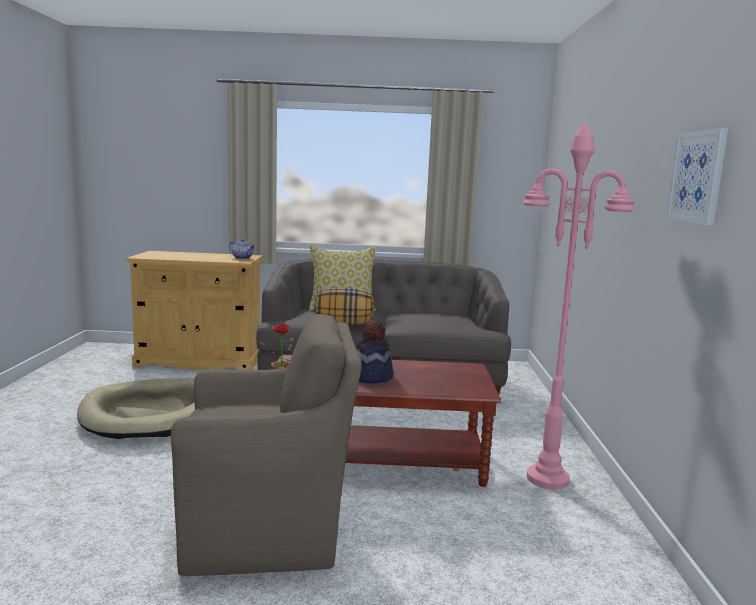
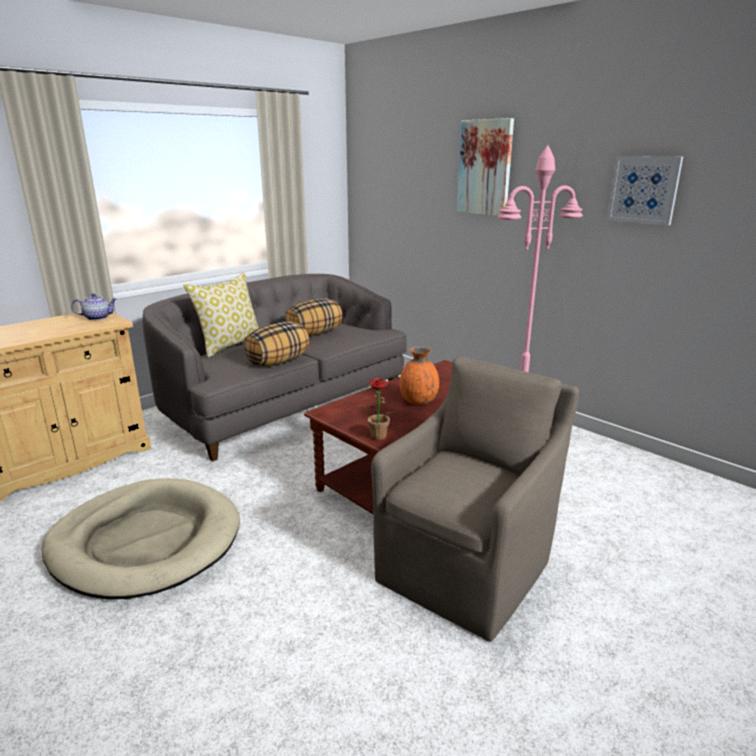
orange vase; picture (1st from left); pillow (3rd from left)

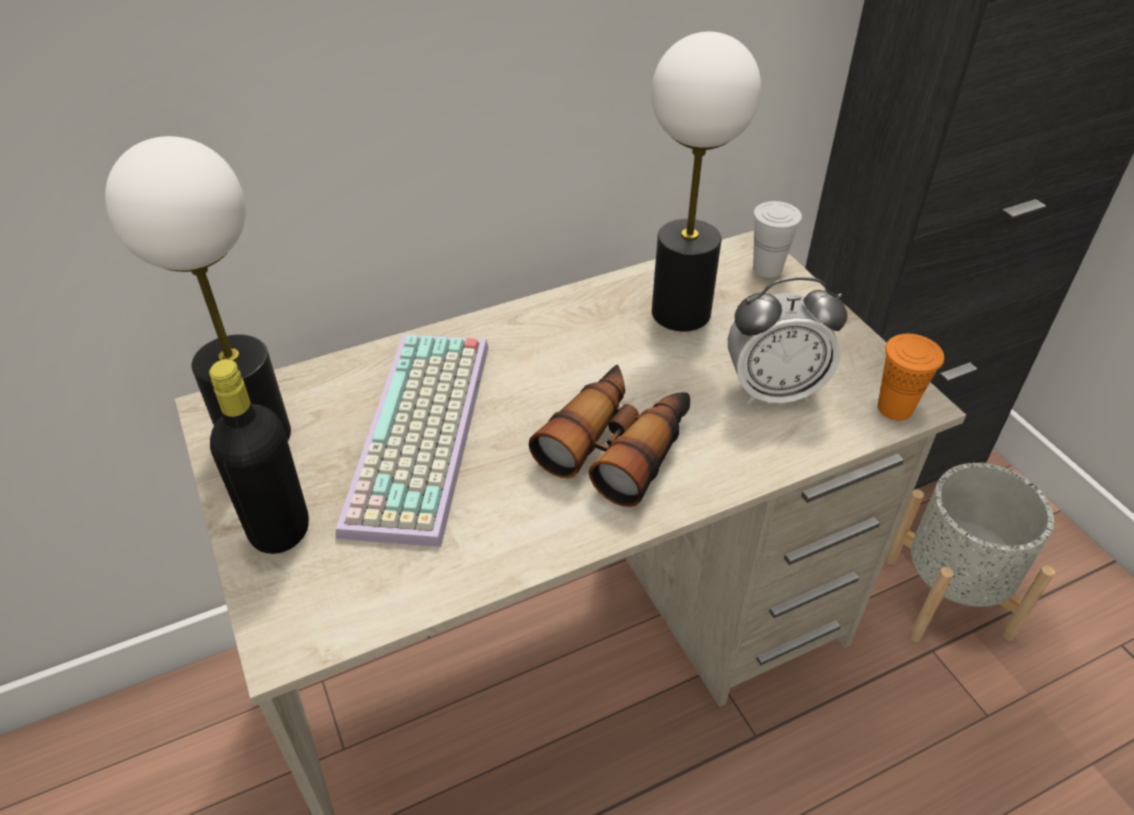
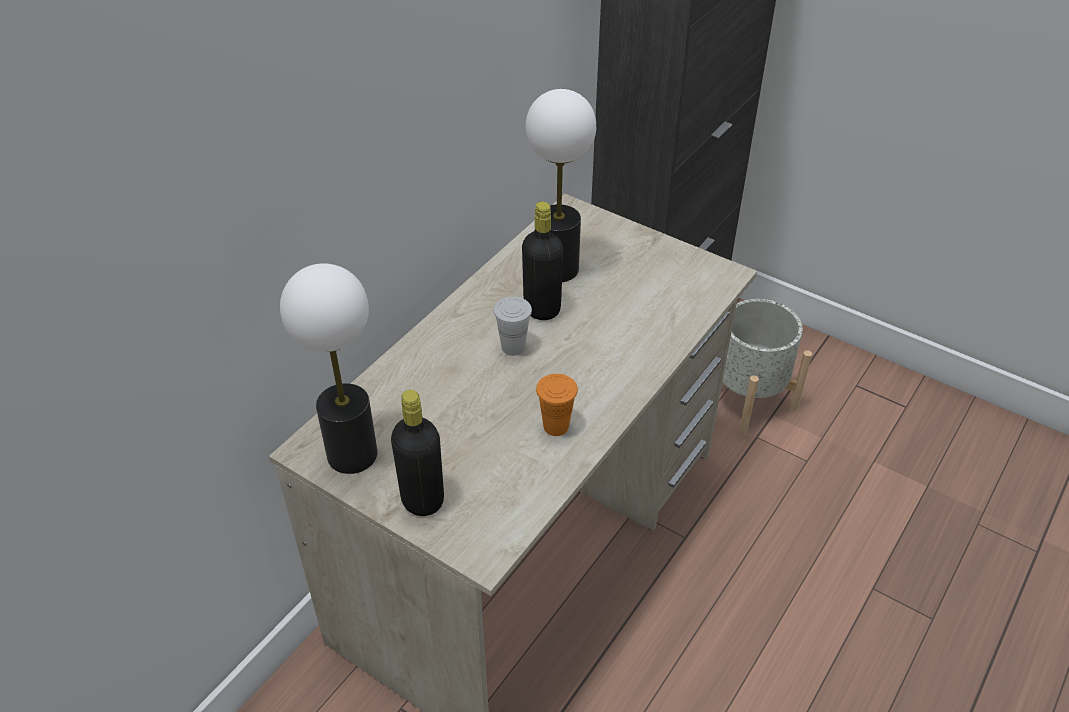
white cup; alarm clock; keyboard; orange cup; binoculars; black bottle (2nd from left)

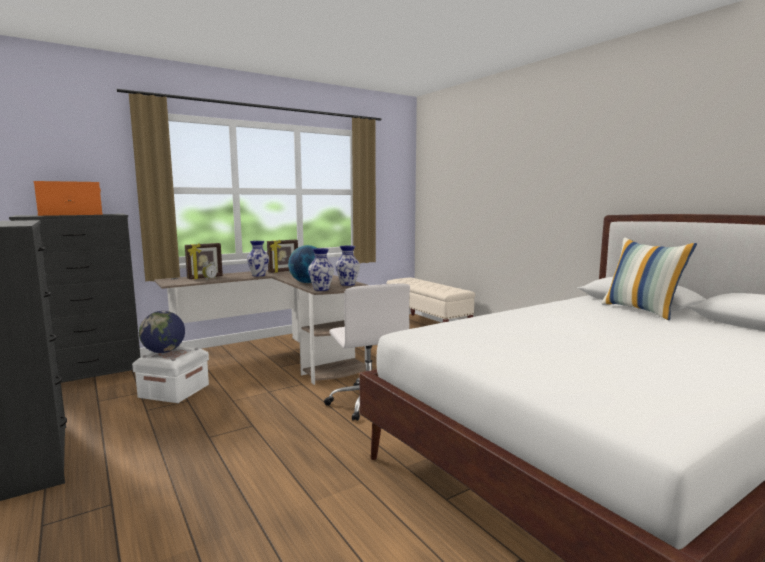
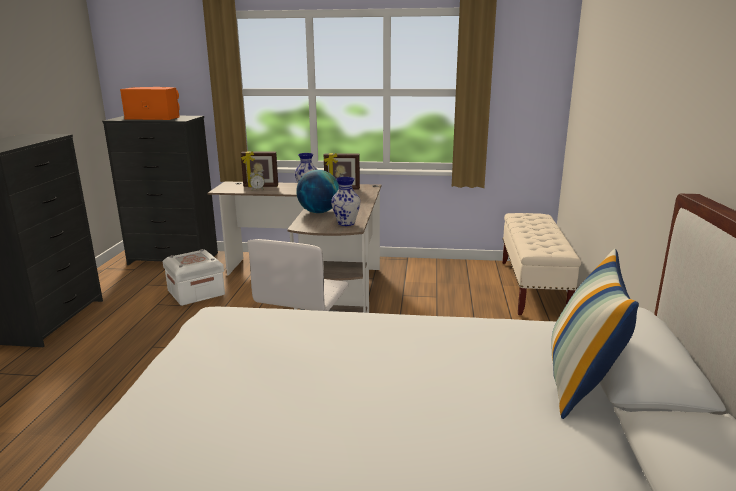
vase (2nd from left in the first image); globe (1st from left in the first image)

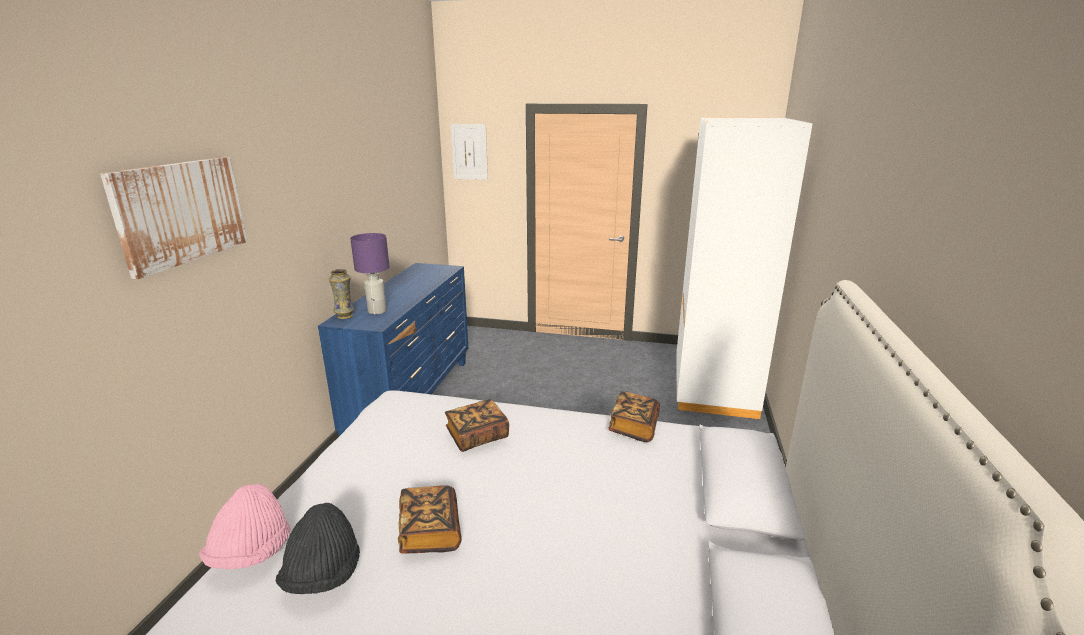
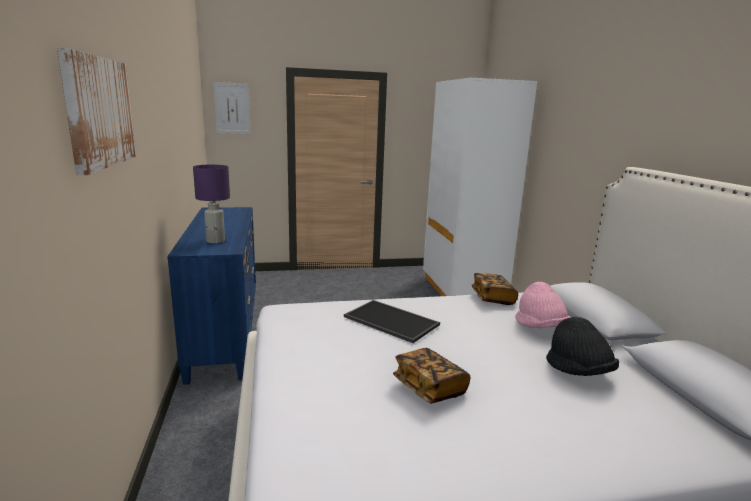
vase; tray; pink hat; black hat

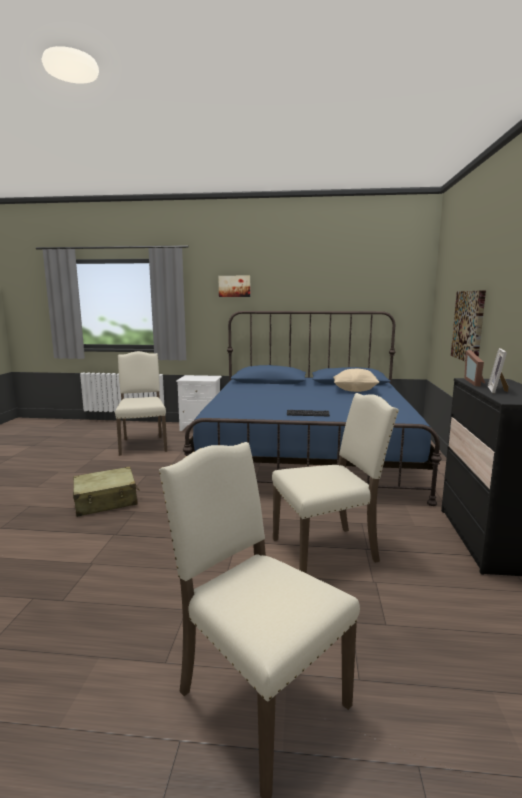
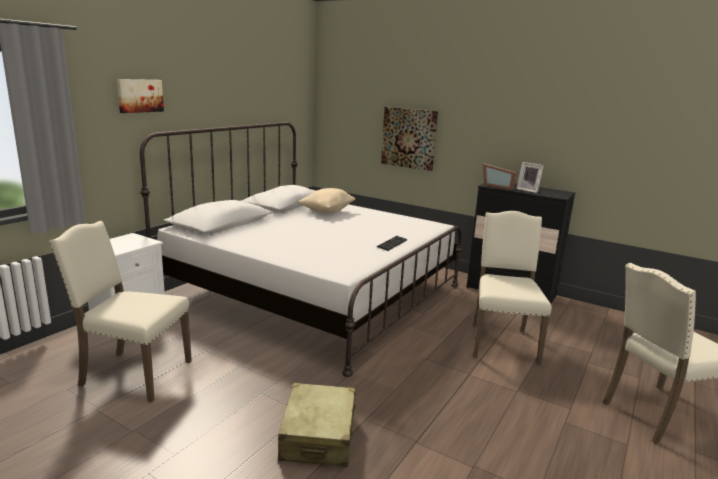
white bed

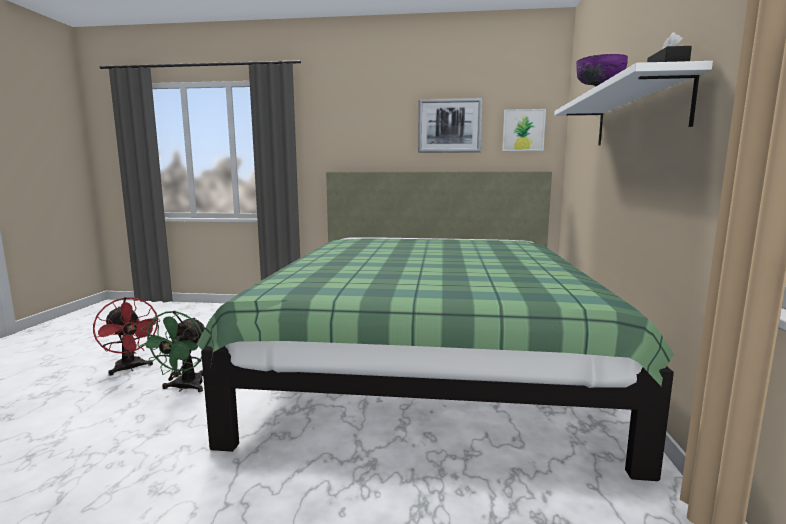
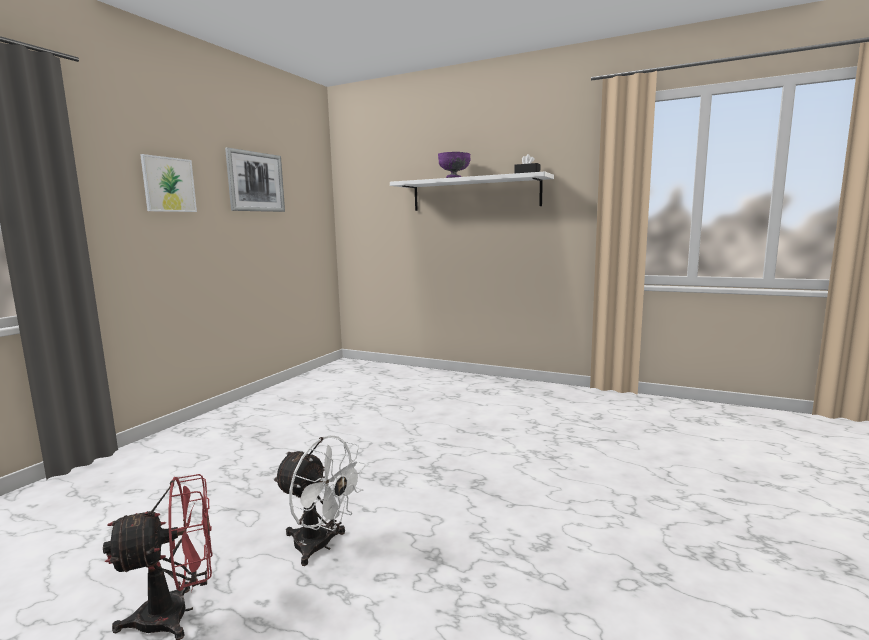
picture (1st from left); green bed; white fan

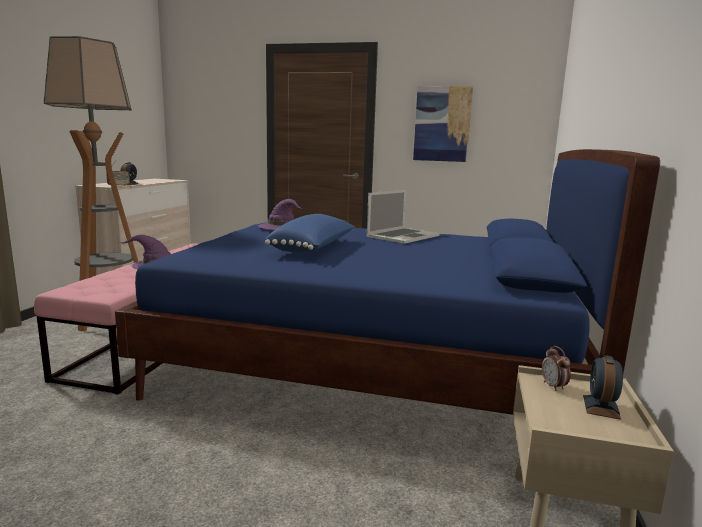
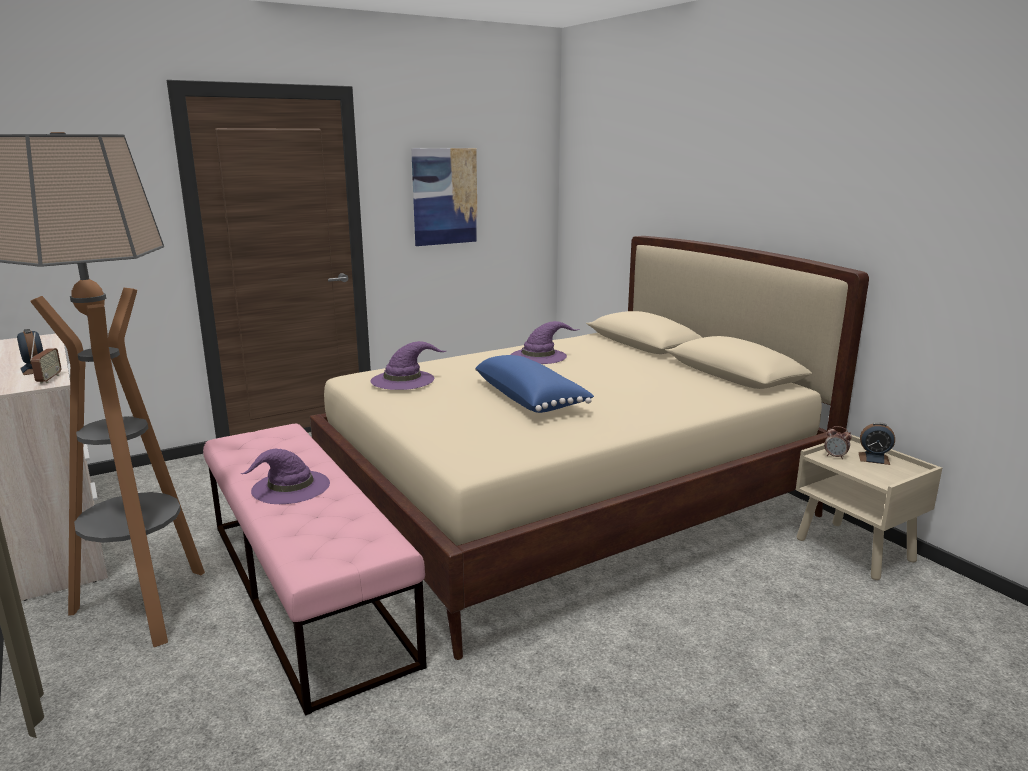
beige bed; purple hat (3rd from left); alarm clock (3rd from left)

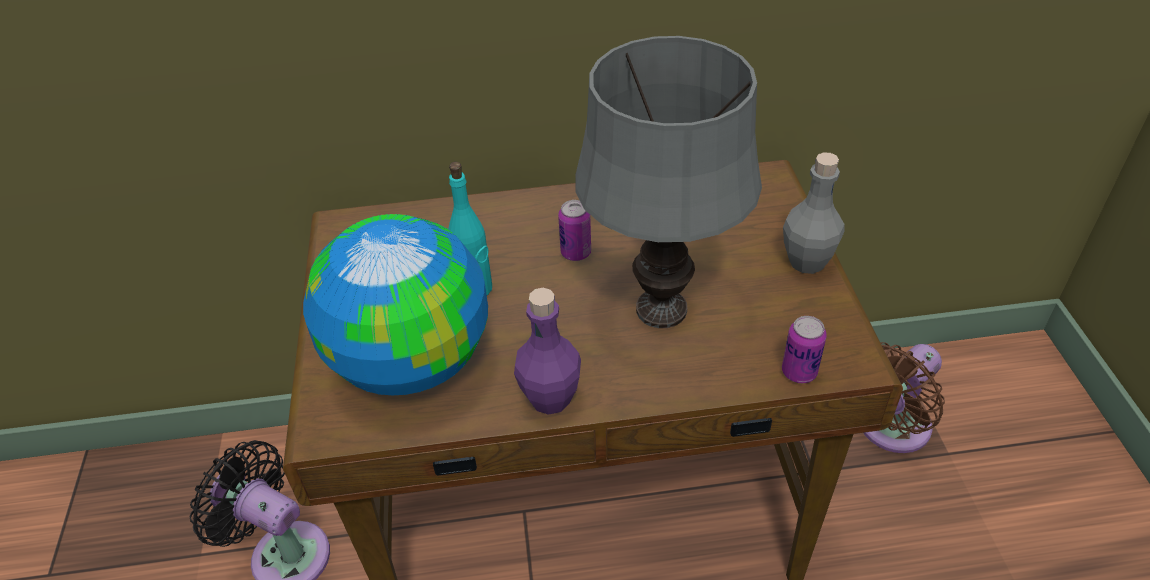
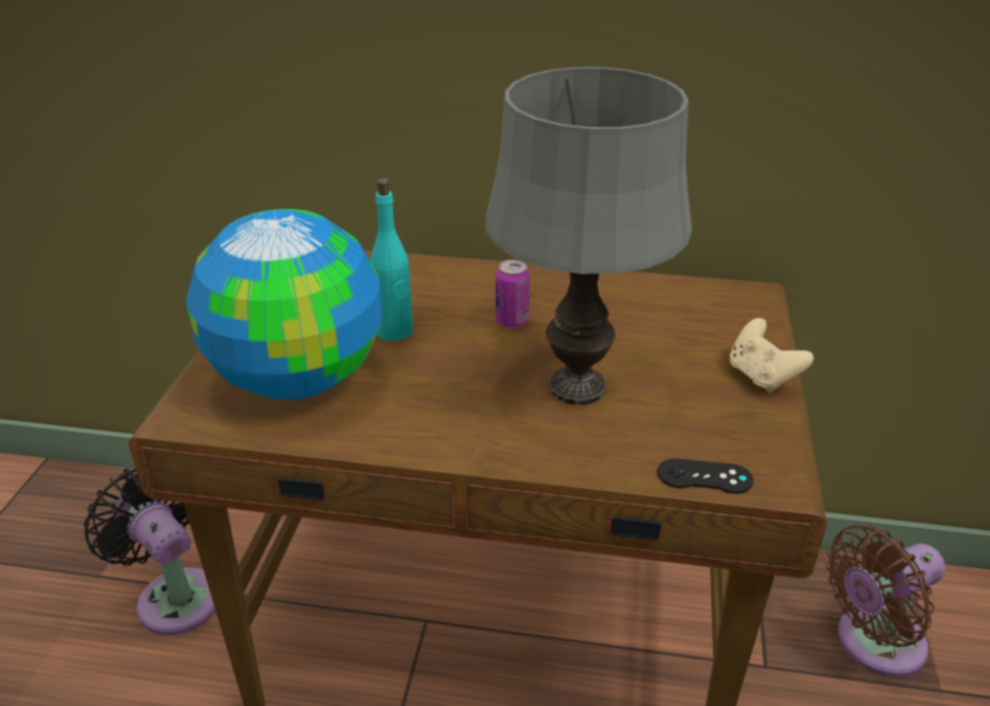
beige game controller; purple bottle; black game controller

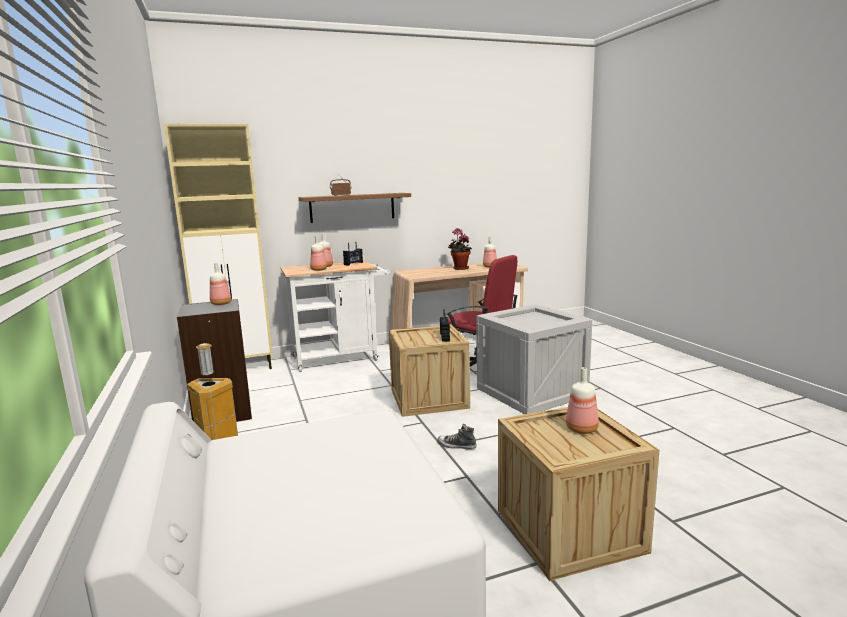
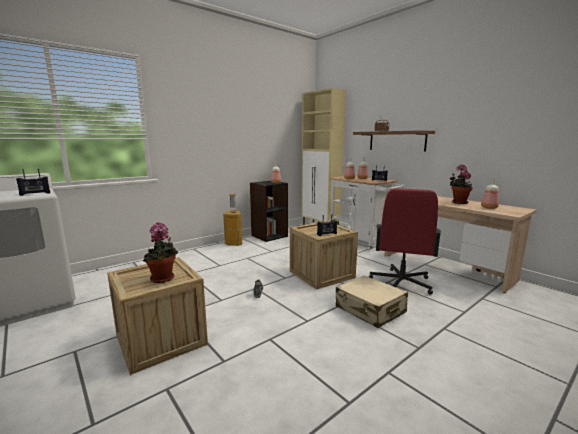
beige suitcase; potted plant (1st from left); radio (1st from left)

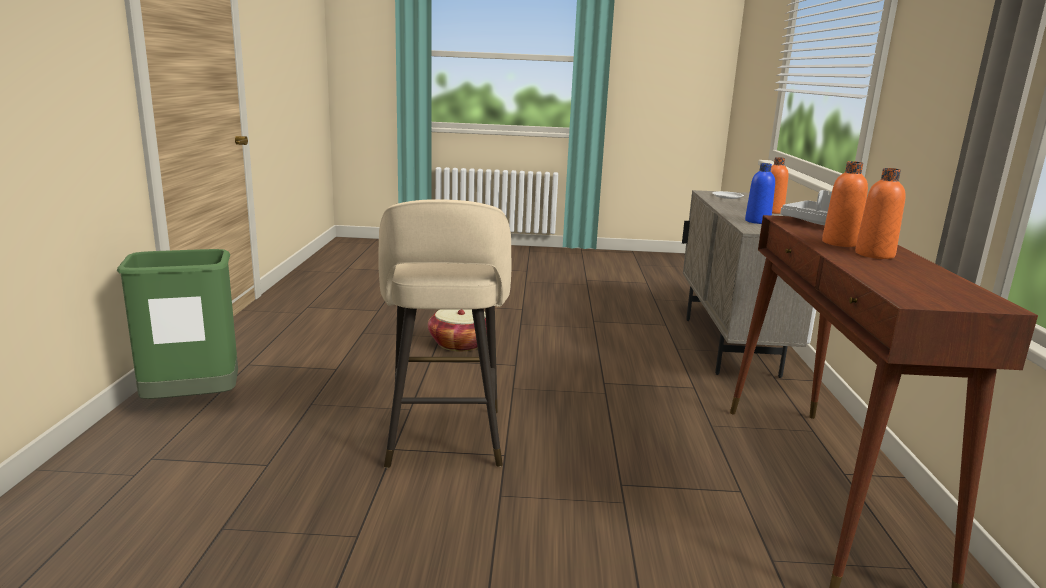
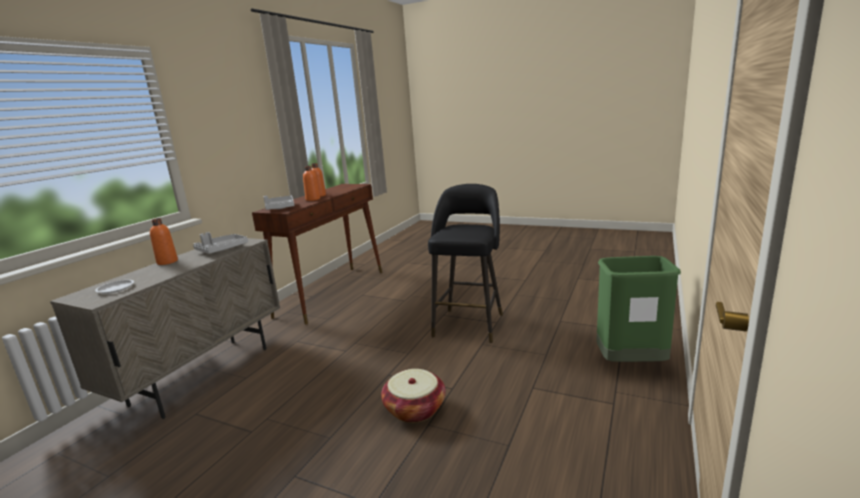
grey tray (1st from left); black stool

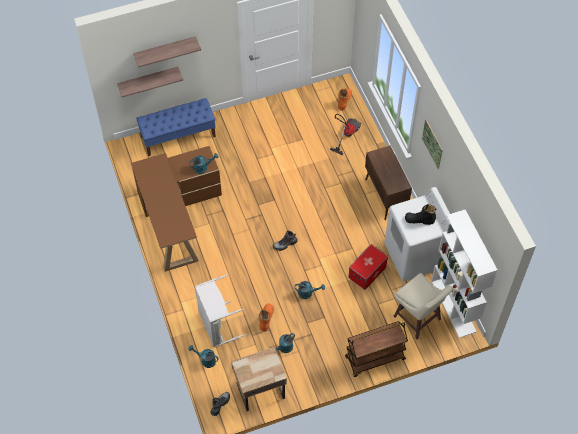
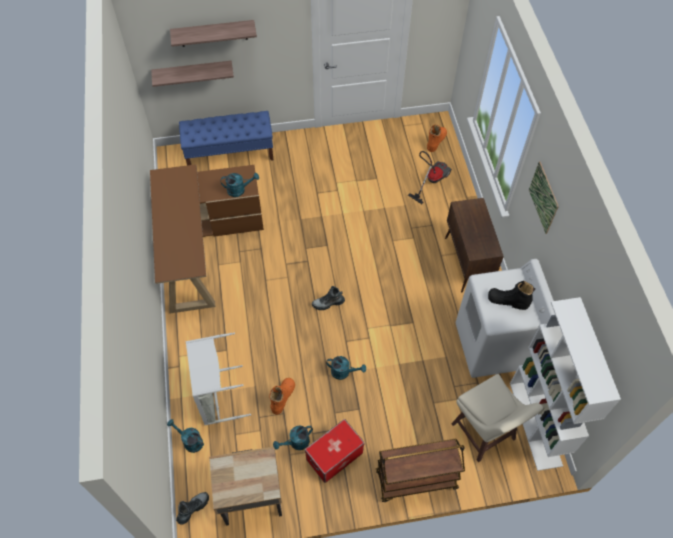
storage box

